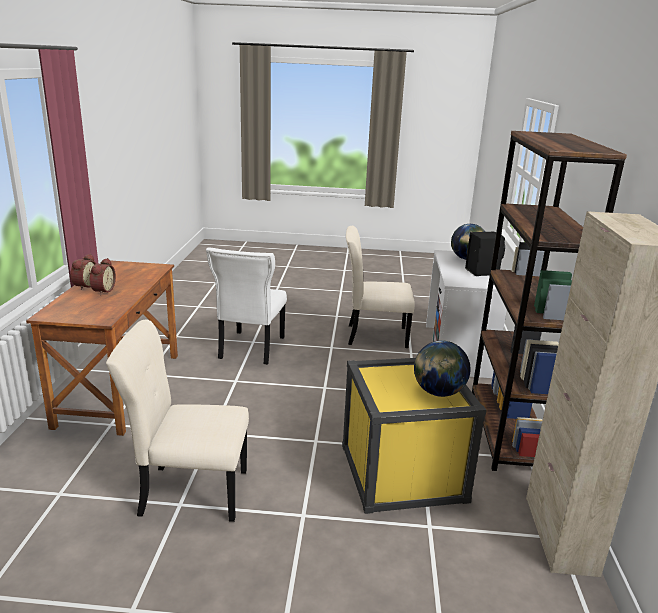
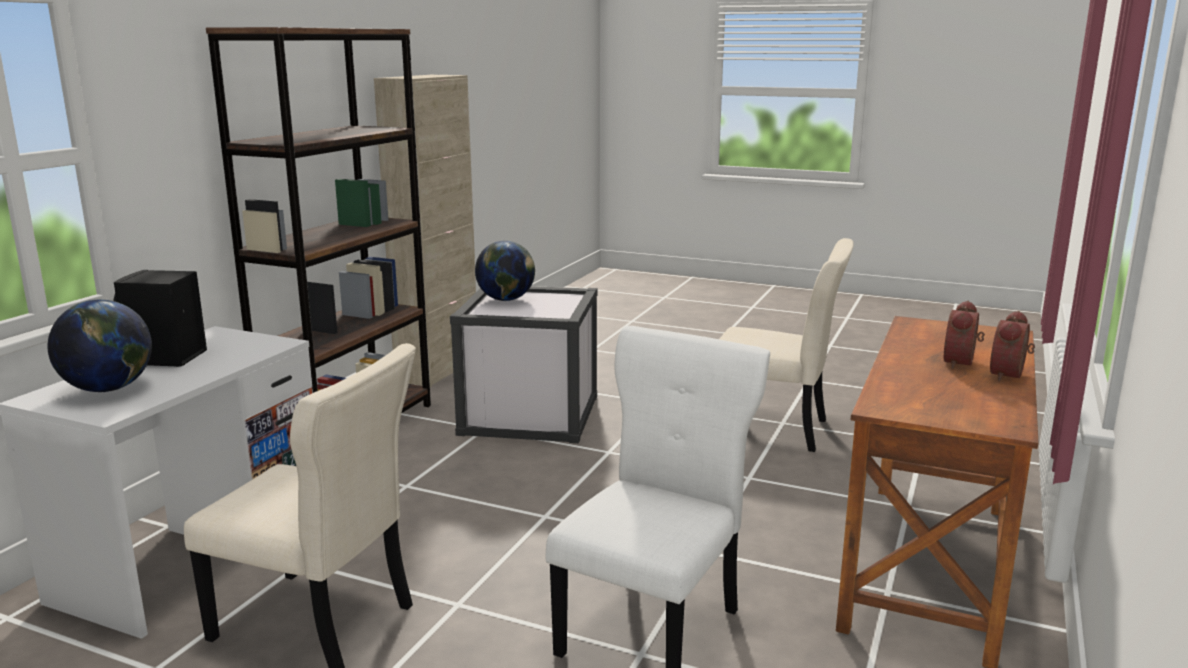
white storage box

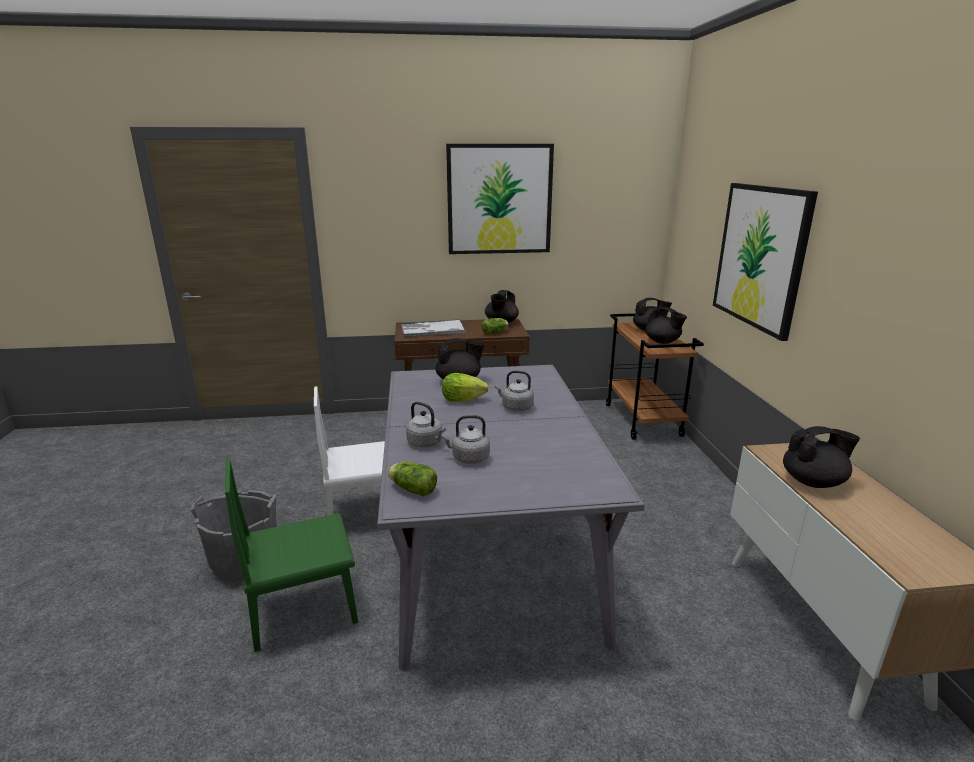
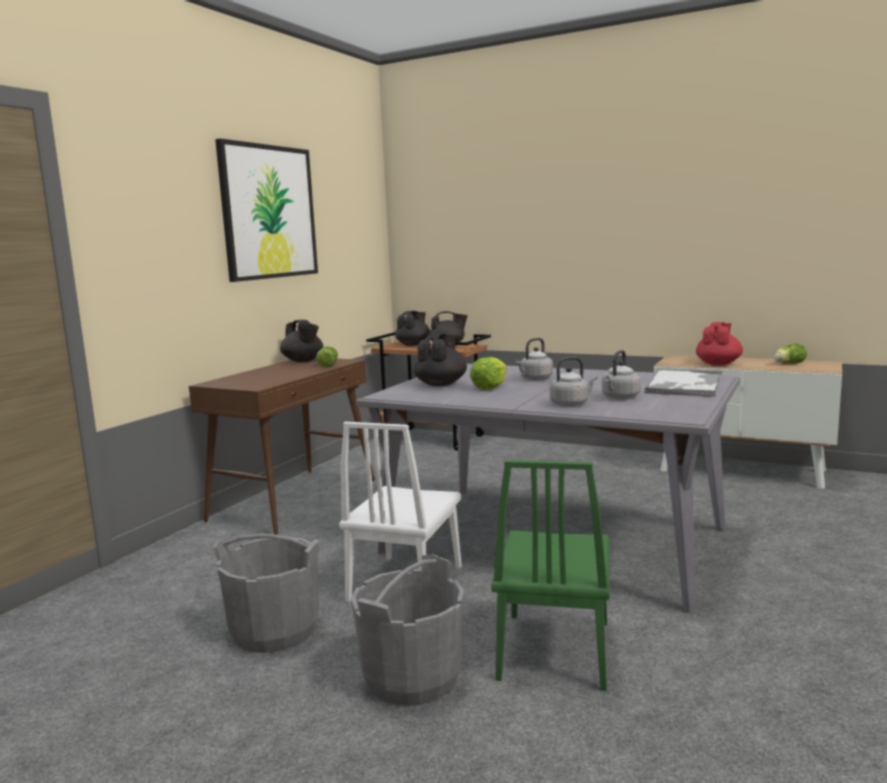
picture (2nd from left in the first image); tray; red teapot; lettuce (3rd from left); grey bucket (1st from left)

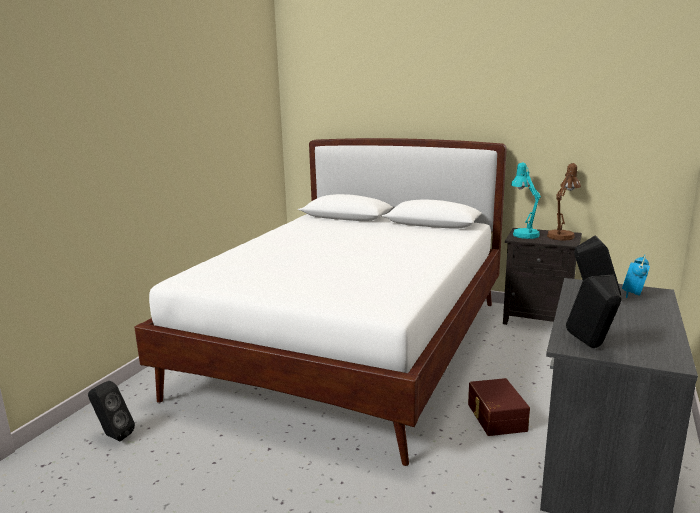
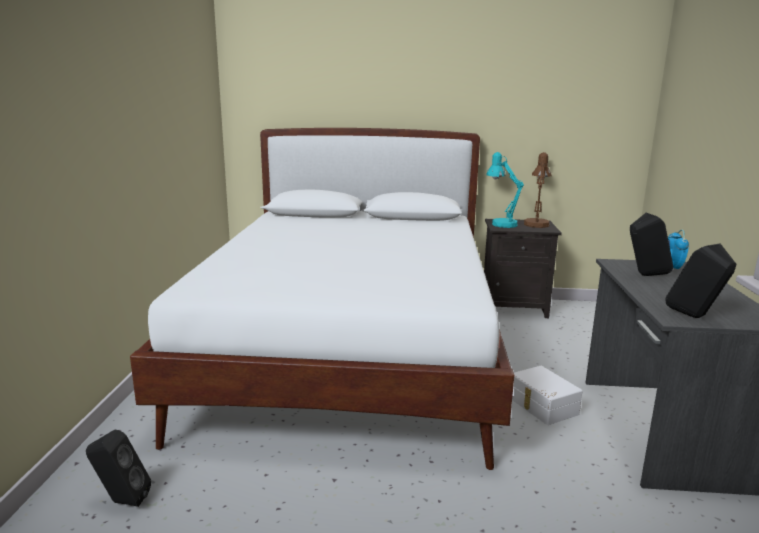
white storage box

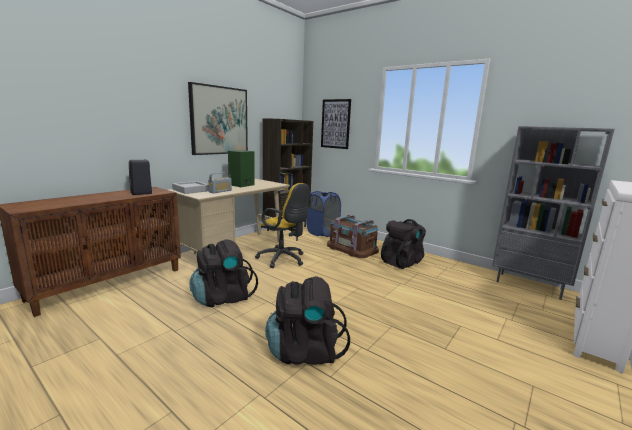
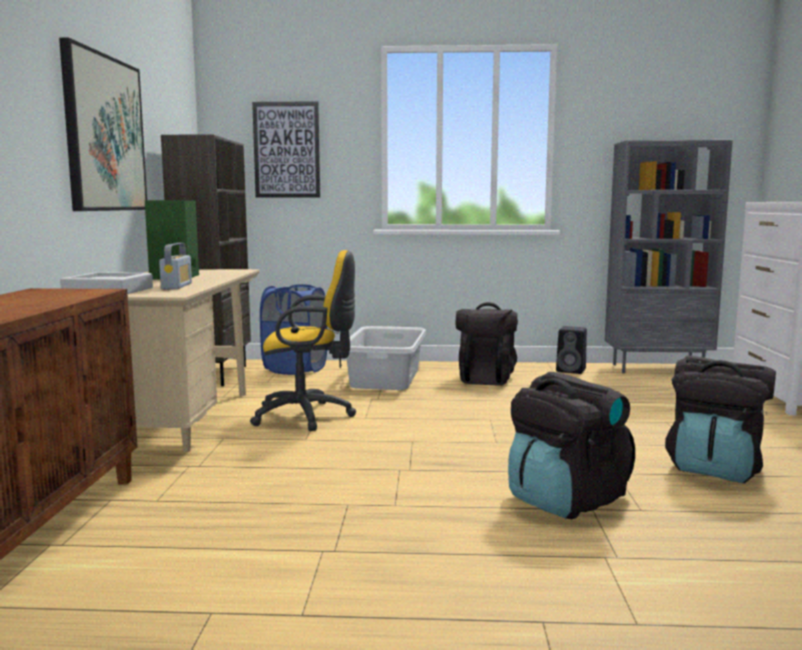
black speaker; grey laundry basket; black backpack (3rd from left)

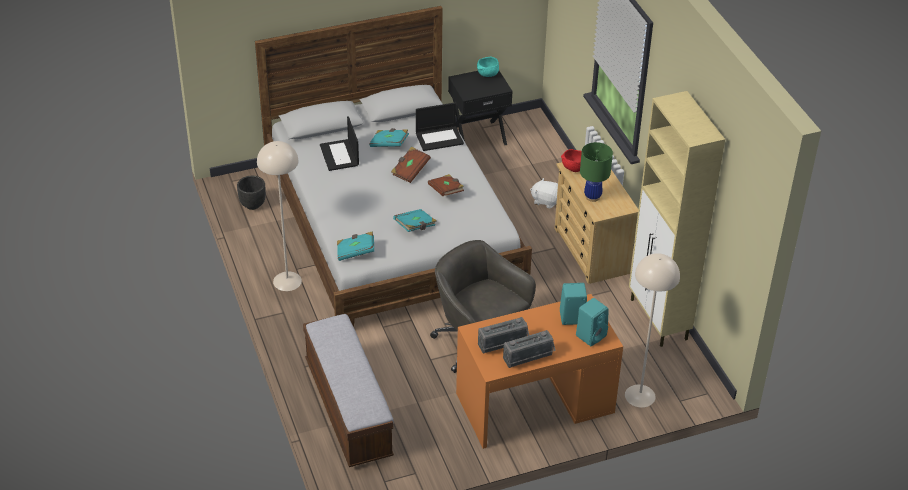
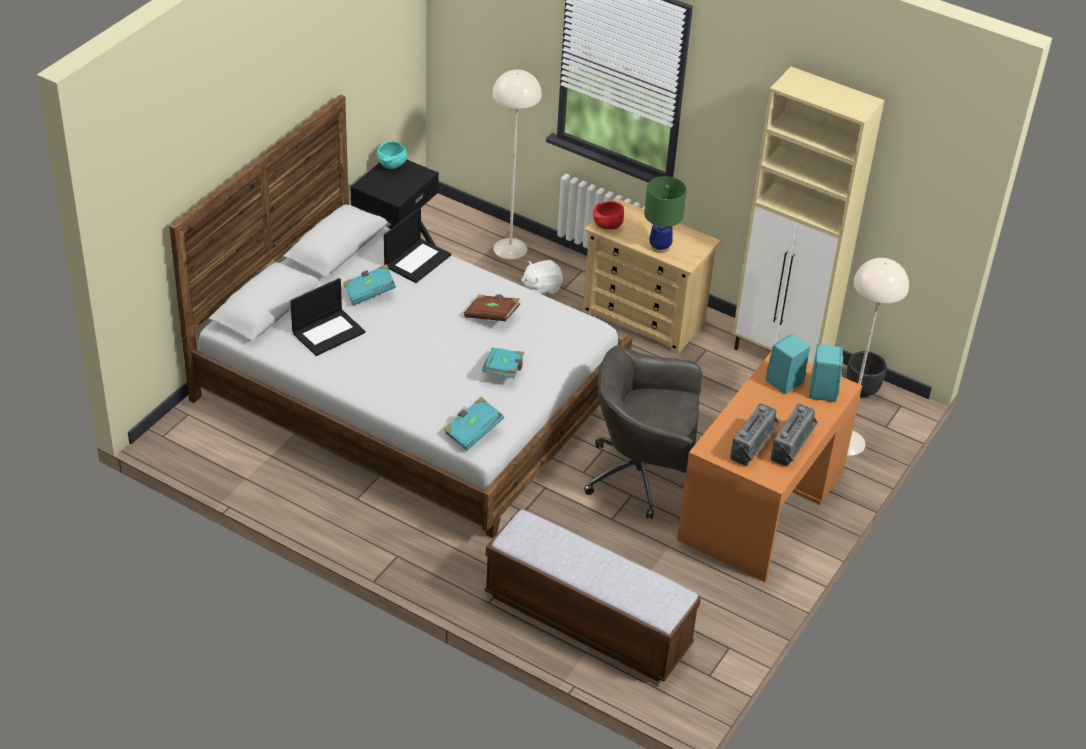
laptop (1st from left); beige floor lamp (1st from left); brown book (1st from left in the first image); black planter

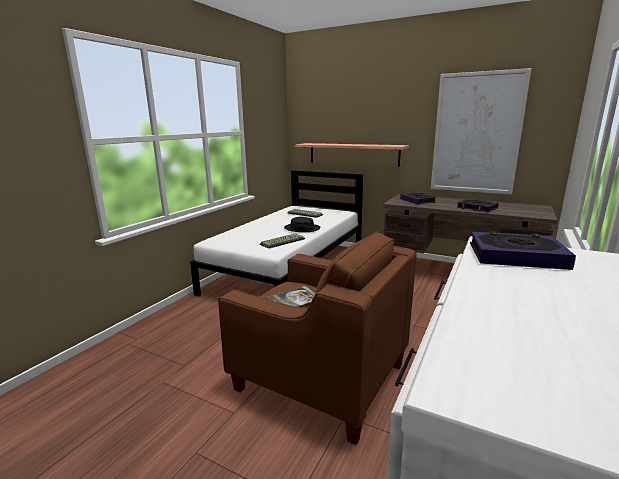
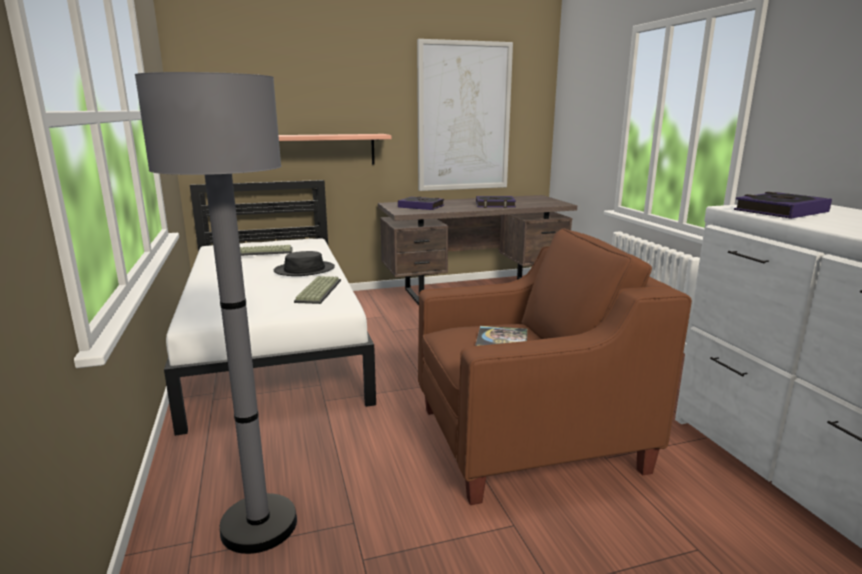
grey floor lamp

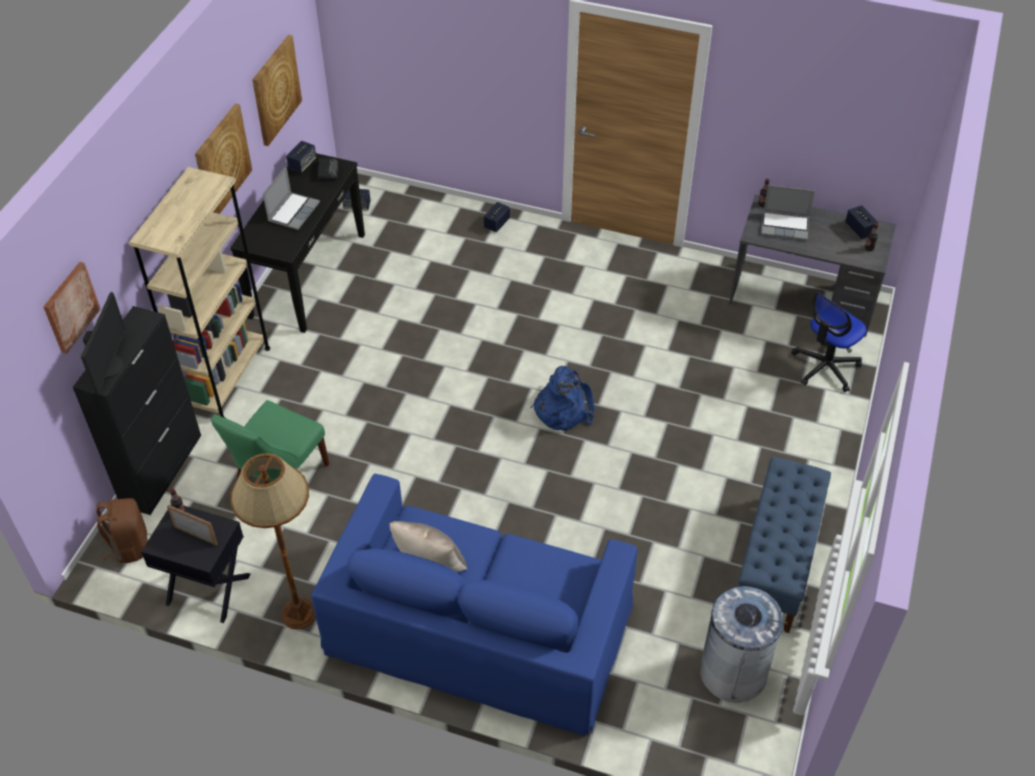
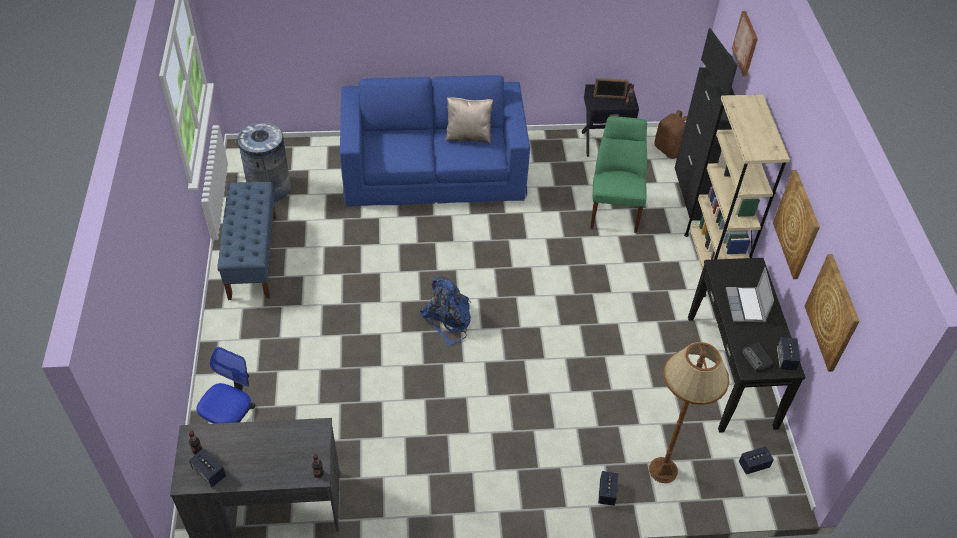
laptop (2nd from left in the first image); brown floor lamp

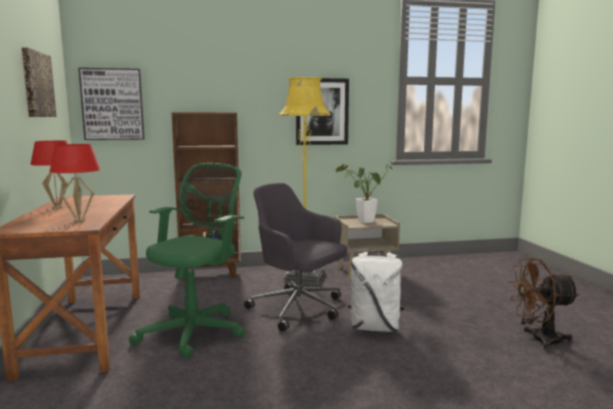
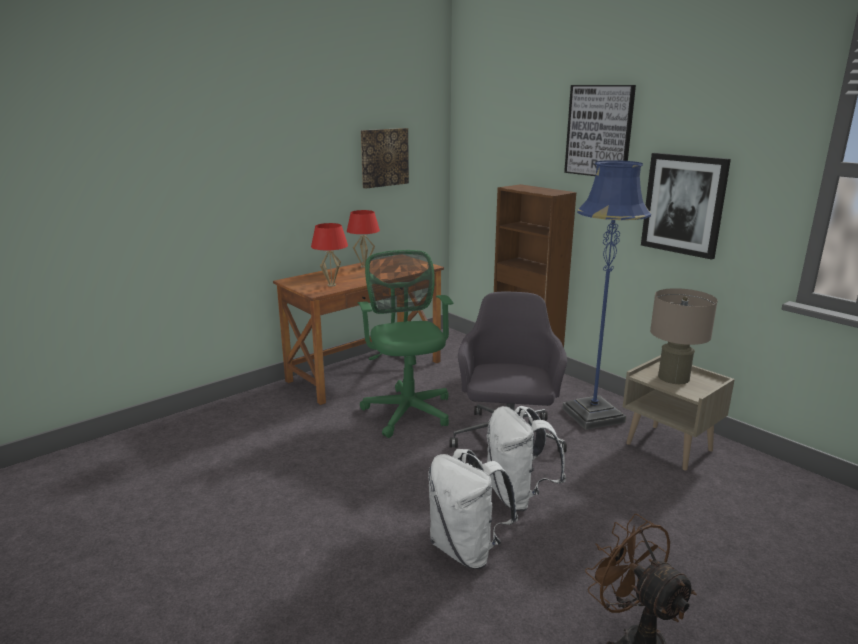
picture (2nd from left); blue floor lamp; green office chair; beige table lamp; white backpack (1st from left)

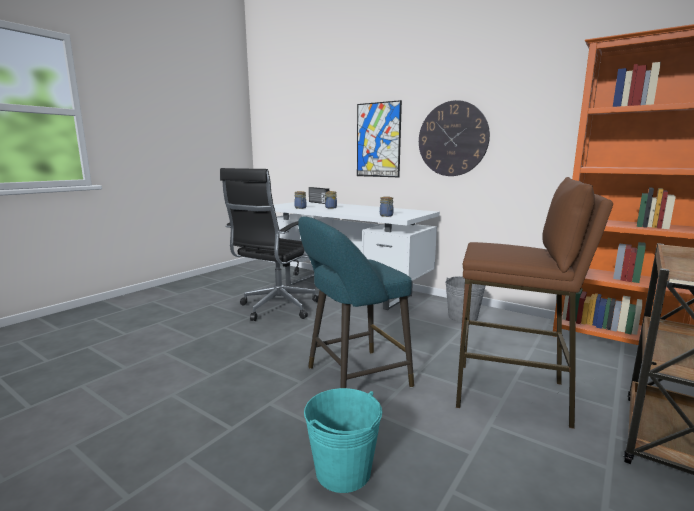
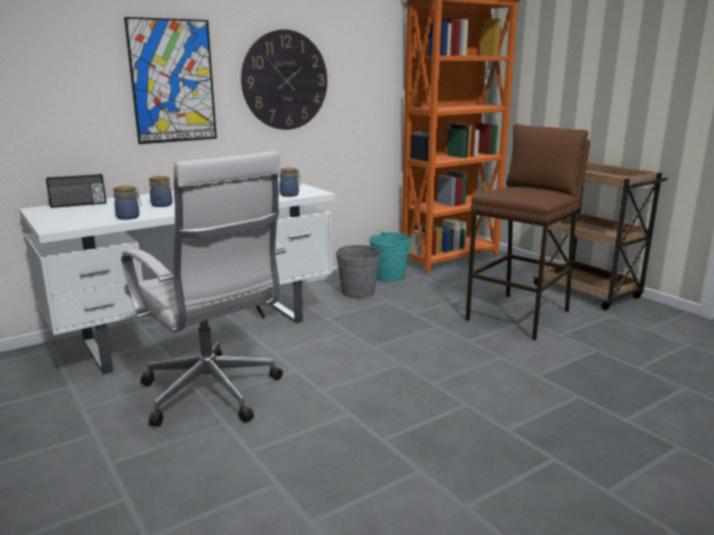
white office chair; turquoise stool; turquoise bucket

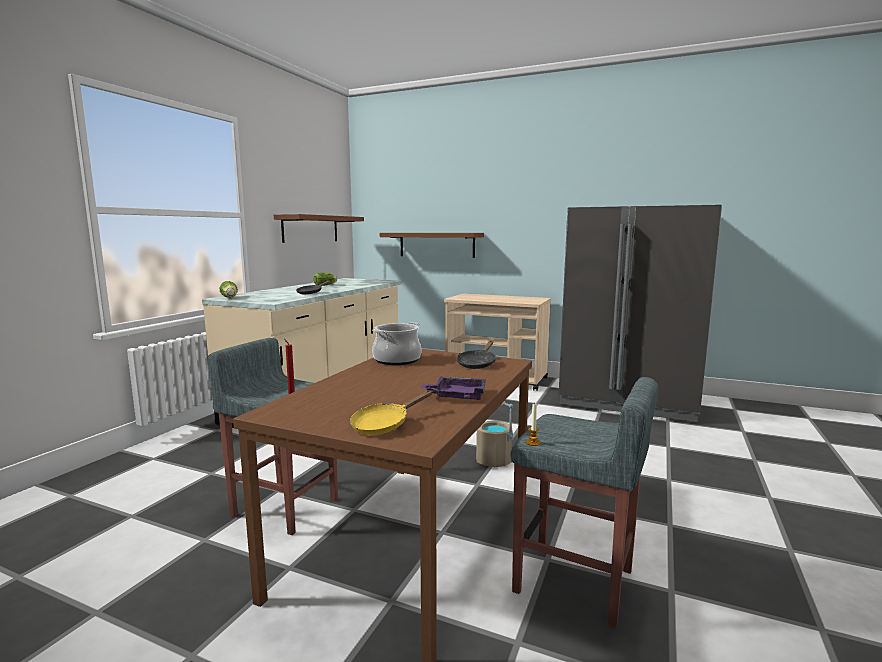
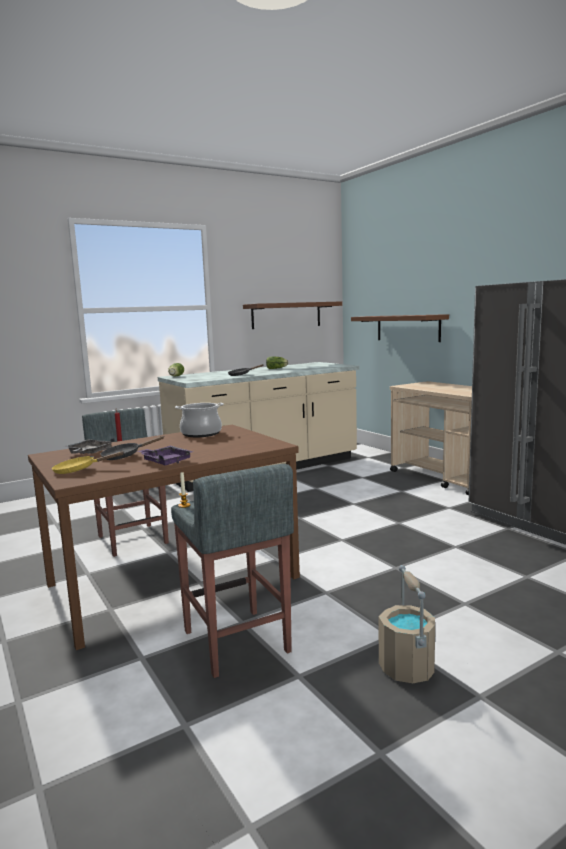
black frying pan (1st from left); beige bucket; grey tray

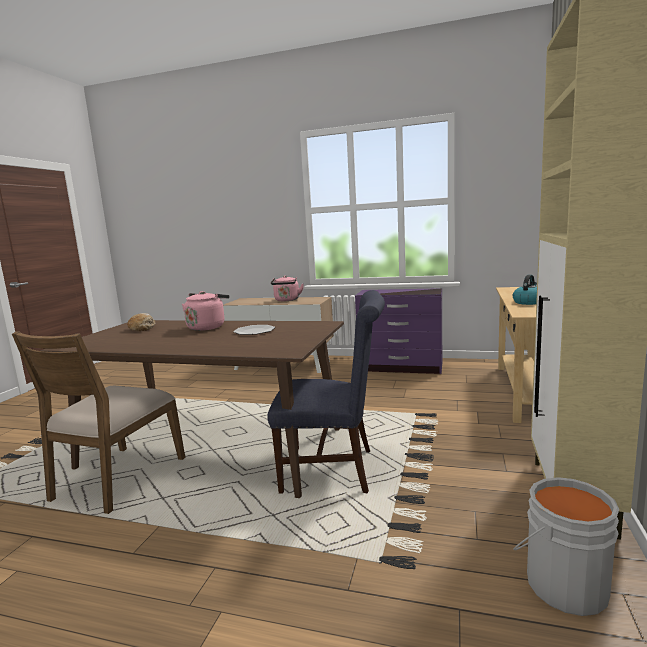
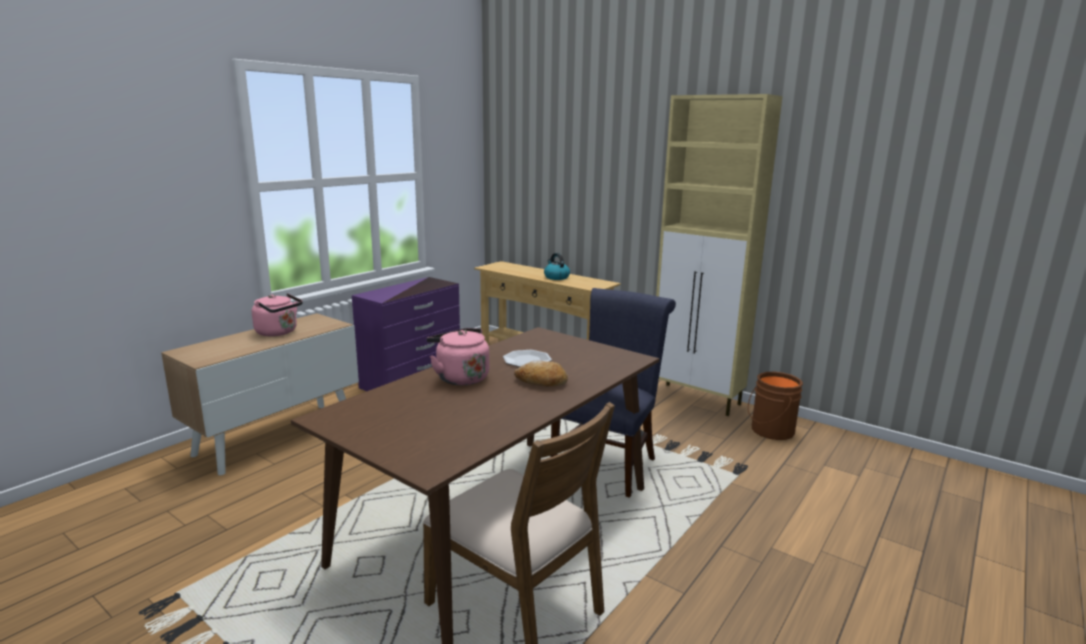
bread; brown bucket

